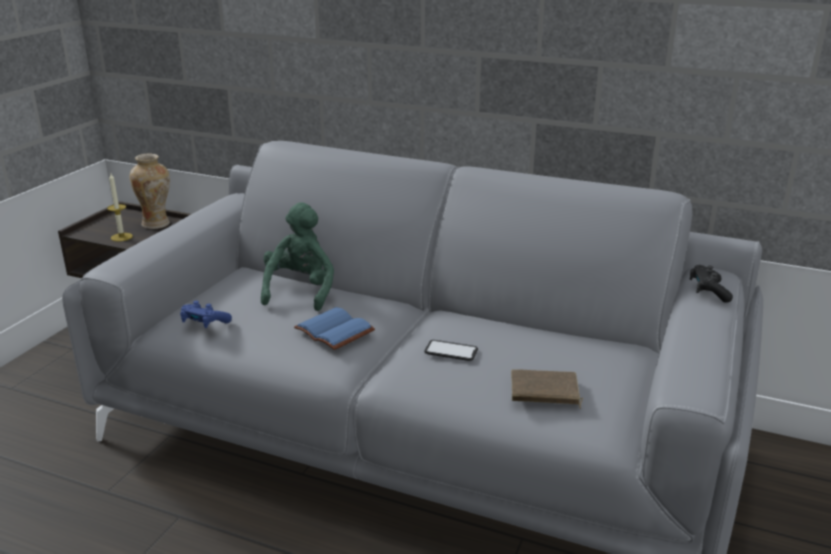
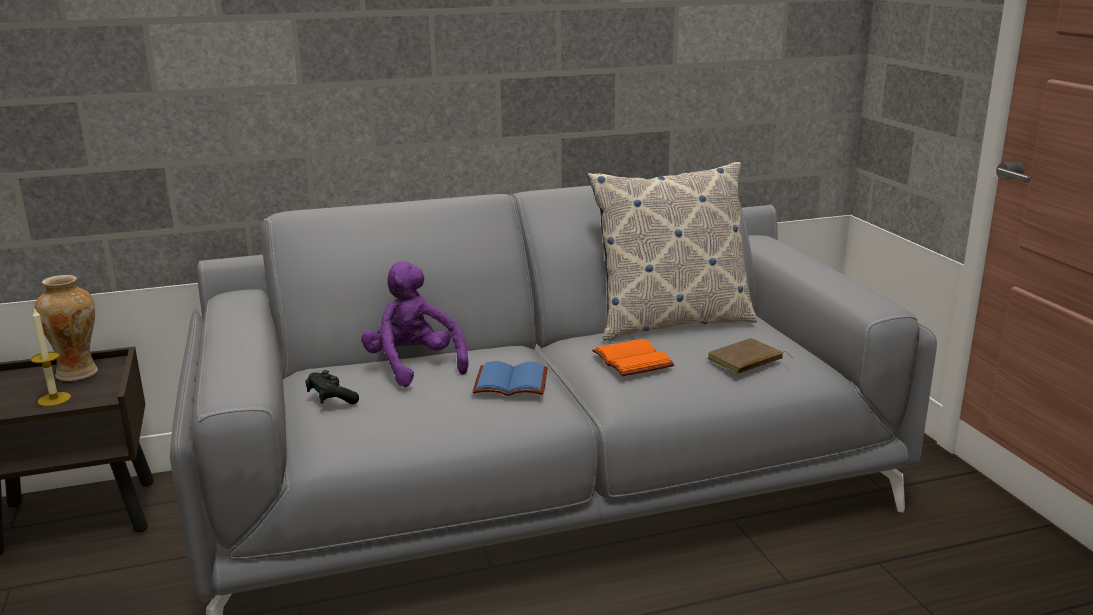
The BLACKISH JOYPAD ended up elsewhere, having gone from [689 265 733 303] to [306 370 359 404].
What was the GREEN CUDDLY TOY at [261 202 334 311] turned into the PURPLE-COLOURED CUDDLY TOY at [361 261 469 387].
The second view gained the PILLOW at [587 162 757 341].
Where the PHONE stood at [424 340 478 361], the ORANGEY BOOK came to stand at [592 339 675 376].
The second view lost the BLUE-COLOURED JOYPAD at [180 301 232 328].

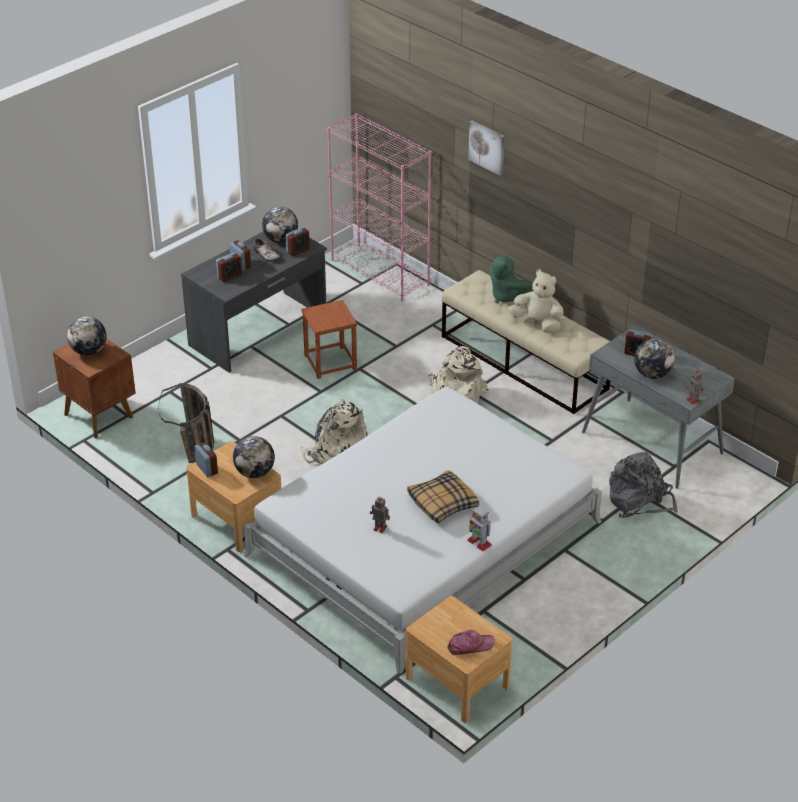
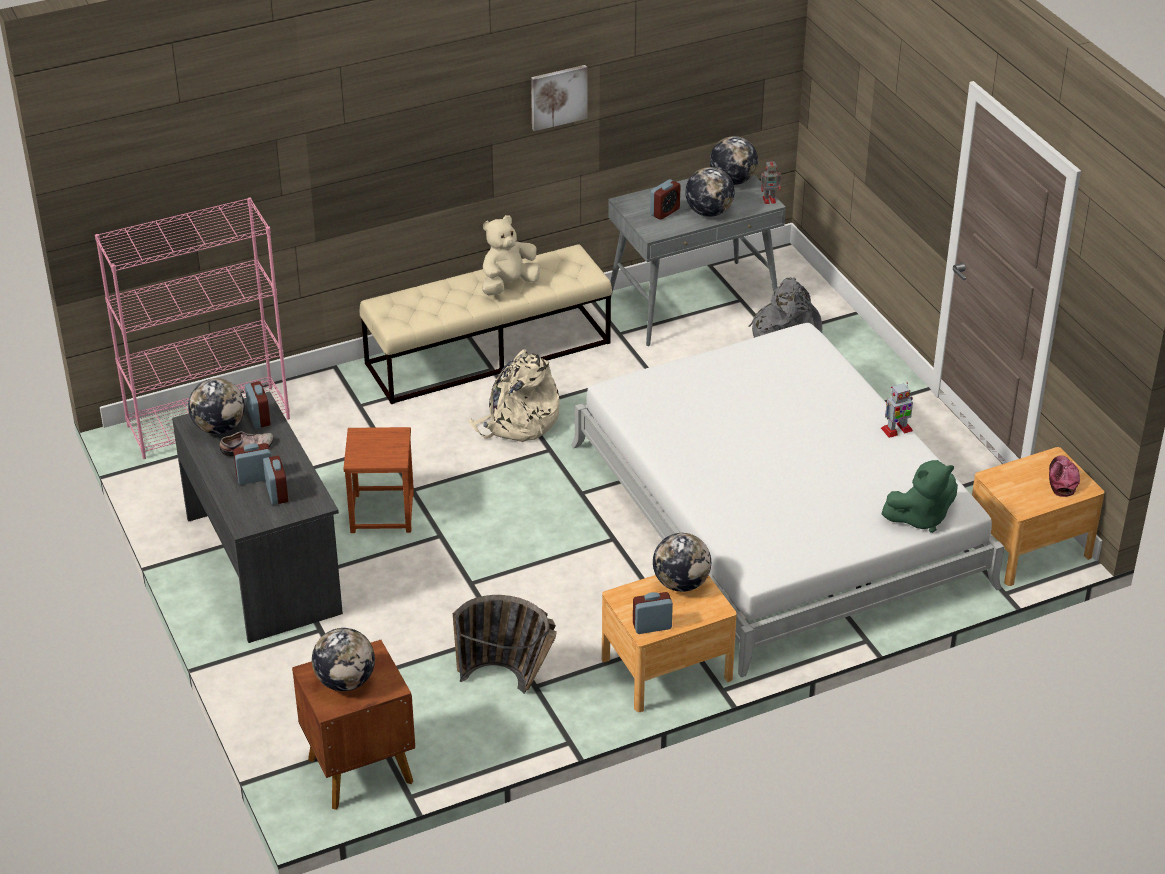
The PICTURE ended up elsewhere, having gone from [468 120 505 175] to [531 65 587 131].
The second view gained the GLOBE at [710 136 758 185].
The GREEN CUDDLY TOY ended up elsewhere, having gone from [489 254 533 303] to [882 460 958 533].
The second view lost the BEIGE KNAPSACK at [299 399 368 464].
The second view lost the ROBOT FIGURE at [370 496 390 533].
The second view lost the PILLOW at [407 470 479 523].

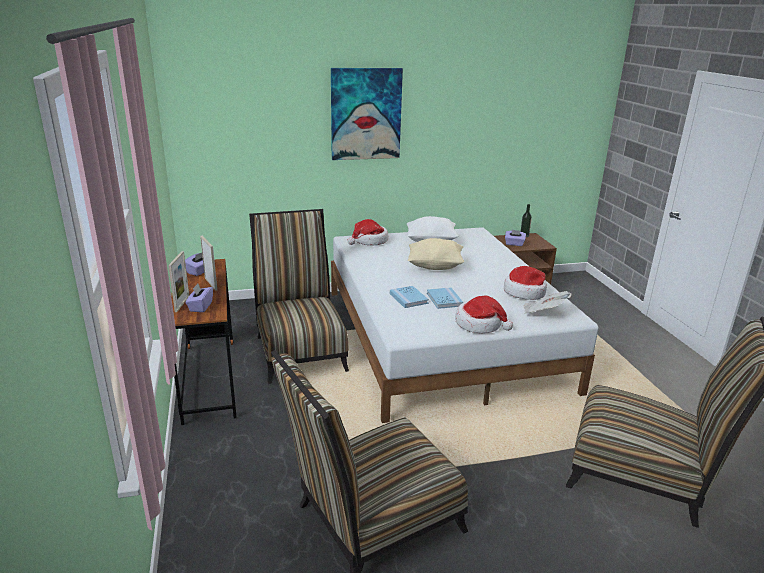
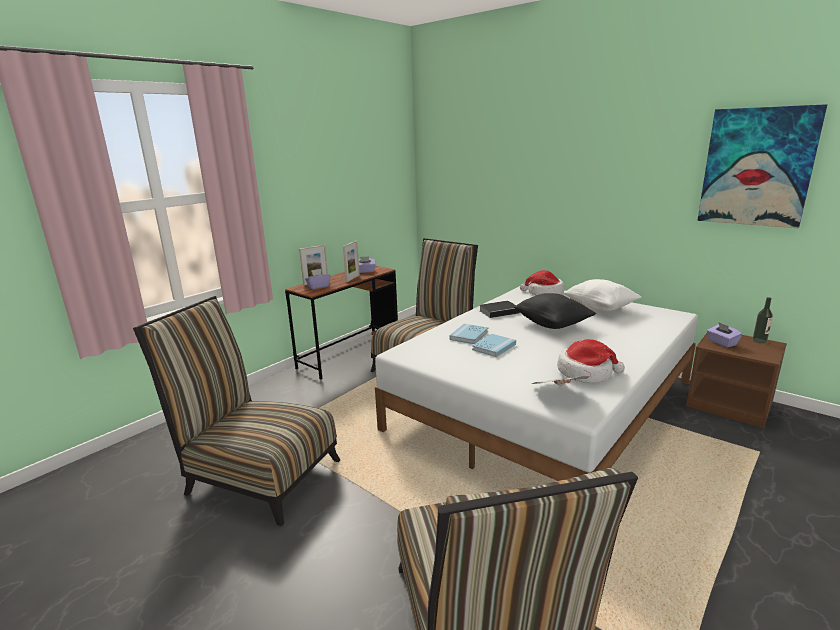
The second view gained the BOOK at [479 301 520 318].
What was the BEIGE PILLOW at [408 238 464 270] turned into the BLACKISH PILLOW at [514 293 596 329].
The PICTURE ended up elsewhere, having gone from [331 68 403 160] to [697 104 827 228].
The second view lost the WEARABLE HAT at [455 295 513 333].

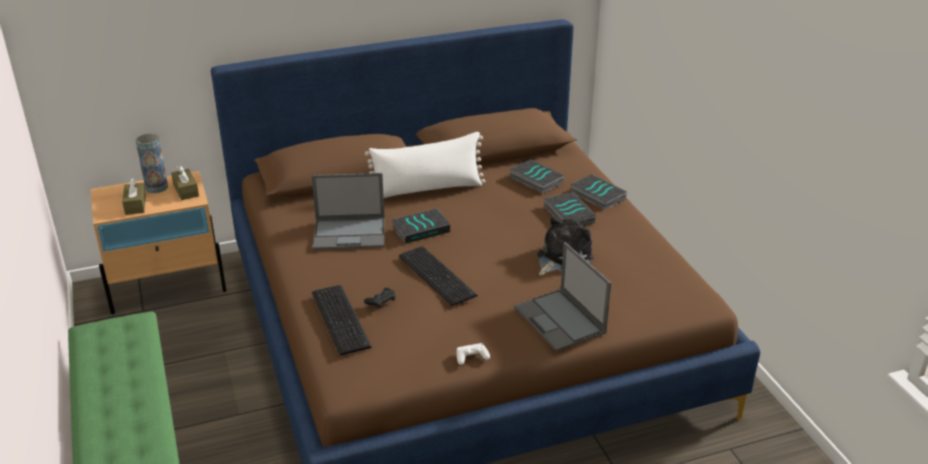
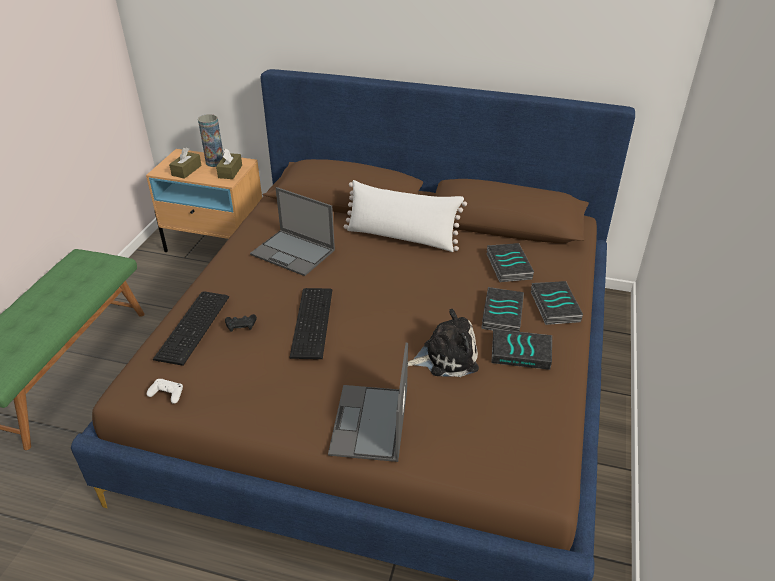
The WHITISH JOYPAD ended up elsewhere, having gone from [456 343 490 365] to [147 379 183 404].
The BOOK ended up elsewhere, having gone from [392 208 450 244] to [491 329 552 370].

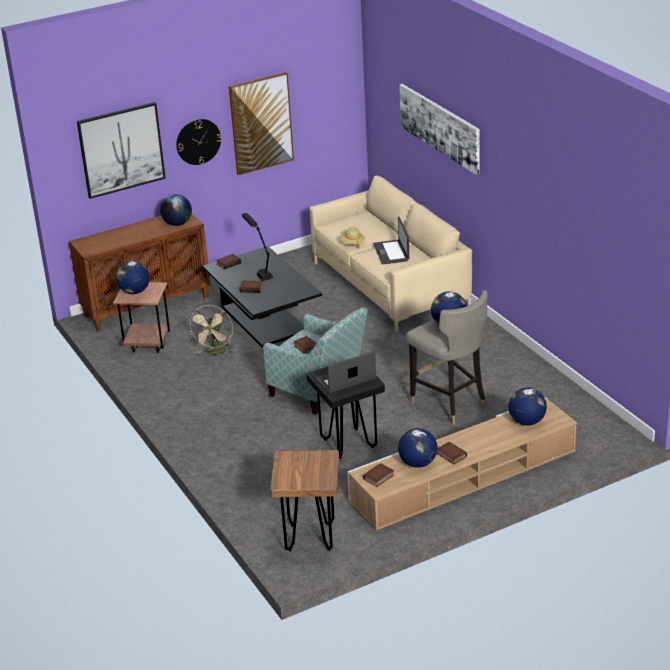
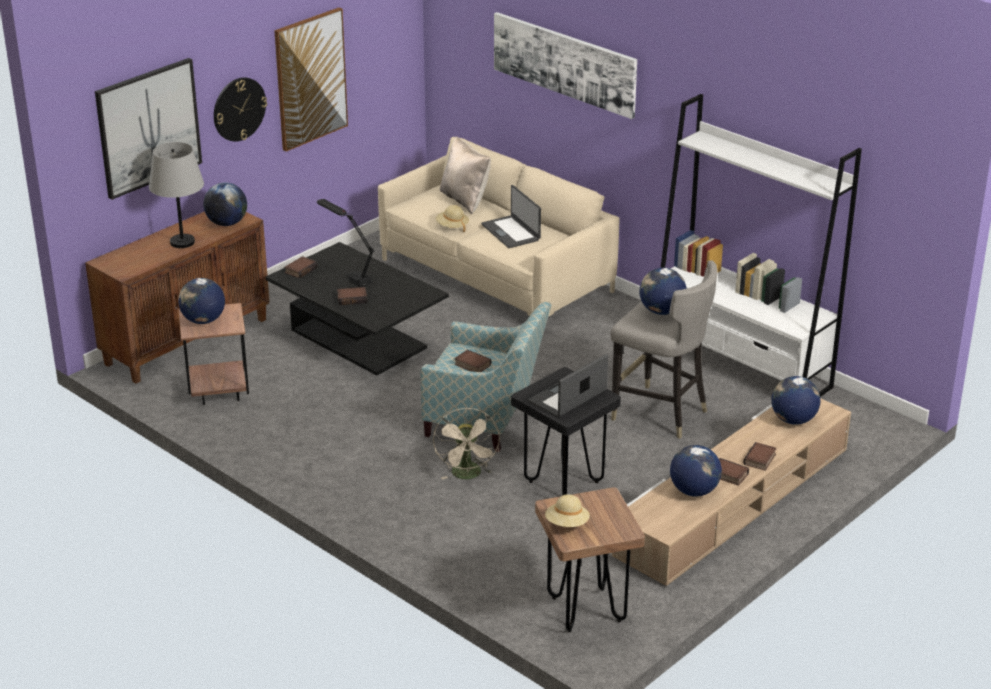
The second view gained the GREYISH TABLETOP LAMP at [149 142 204 248].
The BEIGE COOLING FAN ended up elsewhere, having gone from [189 305 233 355] to [433 408 500 480].
The second view gained the BEIGE PILLOW at [440 136 491 214].
The second view gained the BEIGE WEARABLE HAT at [545 494 590 527].
The second view gained the WHITISH BOOKCASE at [661 94 862 397].
The BOOK ended up elsewhere, having gone from [363 464 394 487] to [743 442 777 471].

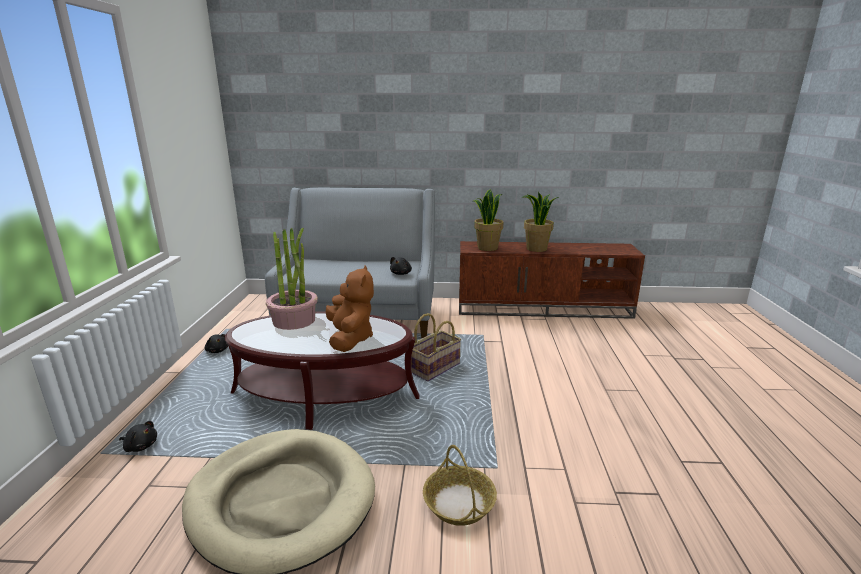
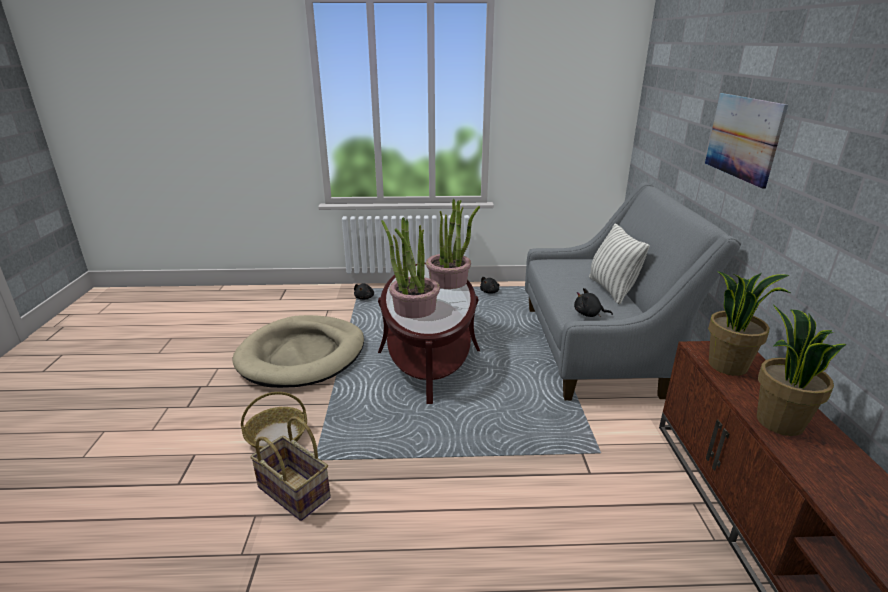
The STORAGE BASKET ended up elsewhere, having gone from [411 313 461 381] to [250 416 331 521].
Where the BROWN-COLOURED CUDDLY TOY stood at [326 266 374 352], the HOUSEPLANT came to stand at [381 217 440 318].
The second view gained the PILLOW at [589 223 650 305].
The second view gained the PICTURE at [705 93 788 189].

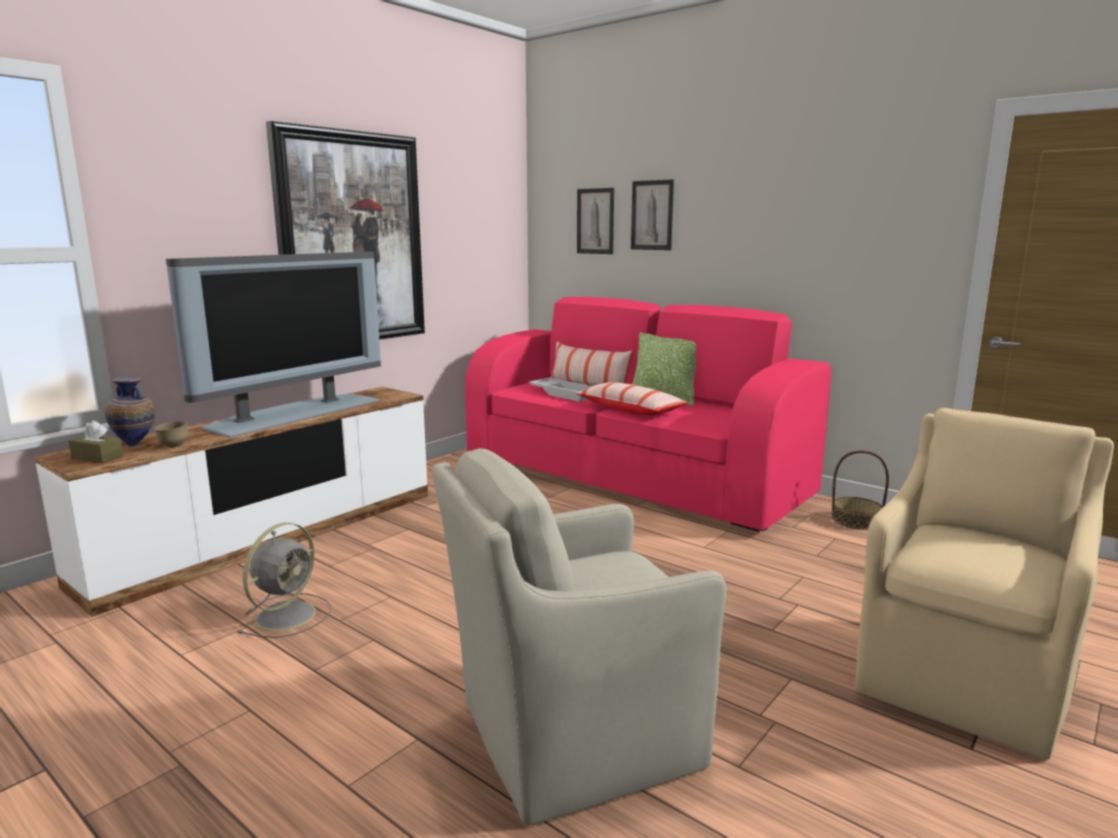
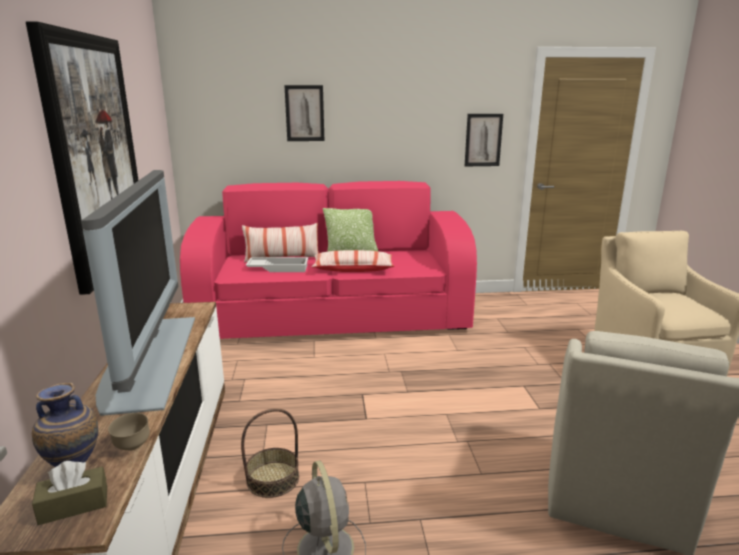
The STORAGE BASKET ended up elsewhere, having gone from [832 450 889 530] to [241 408 299 498].
The PICTURE ended up elsewhere, having gone from [577 188 614 254] to [465 114 503 166].

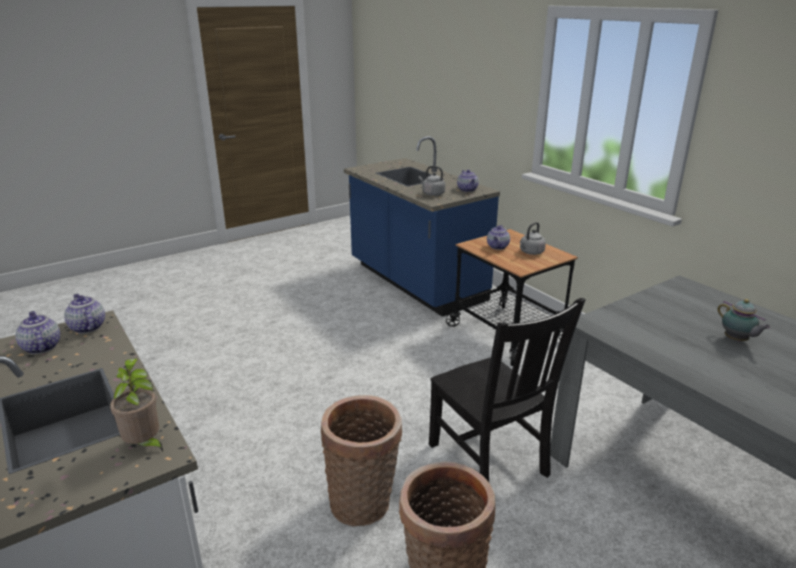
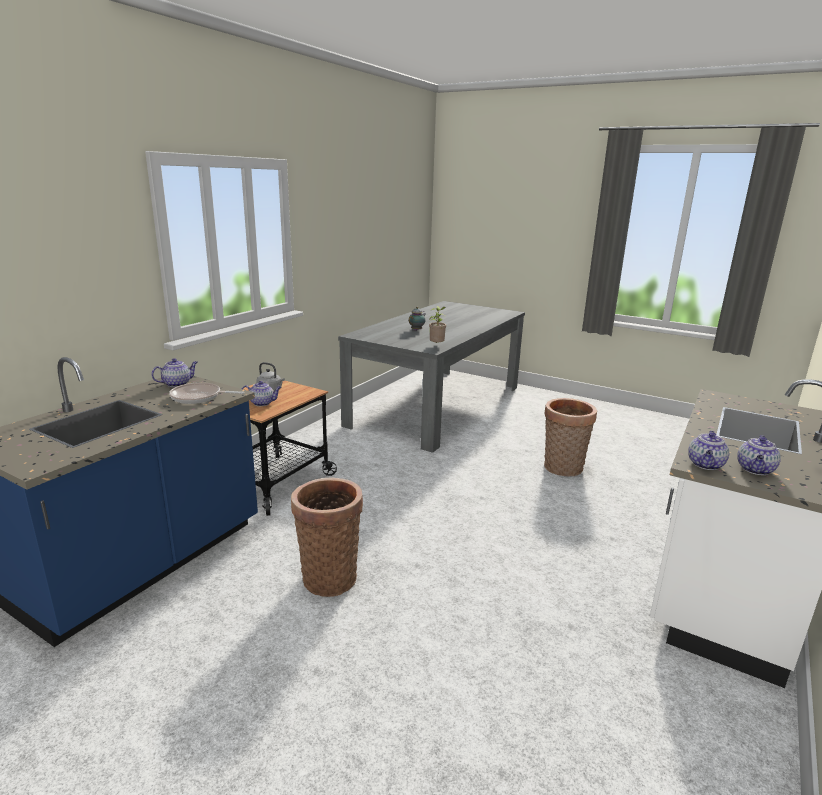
Where the GREYISH TEA KETTLE stood at [419 166 445 196], the FRYING PAN came to stand at [169 382 244 404].
The STORAGE BASKET ended up elsewhere, having gone from [321 395 402 526] to [291 477 363 597].
The HOUSEPLANT ended up elsewhere, having gone from [110 358 163 451] to [429 306 447 343].
The second view lost the BLACKISH UPRIGHT CHAIR at [429 298 586 482].

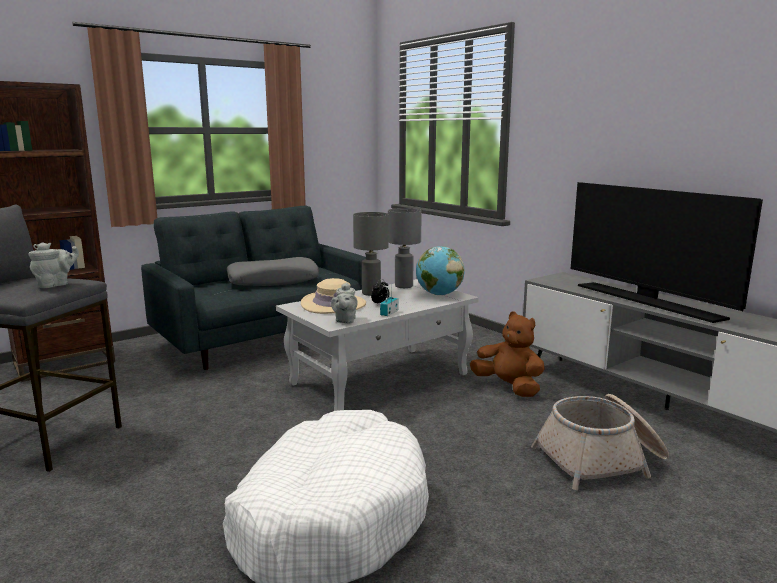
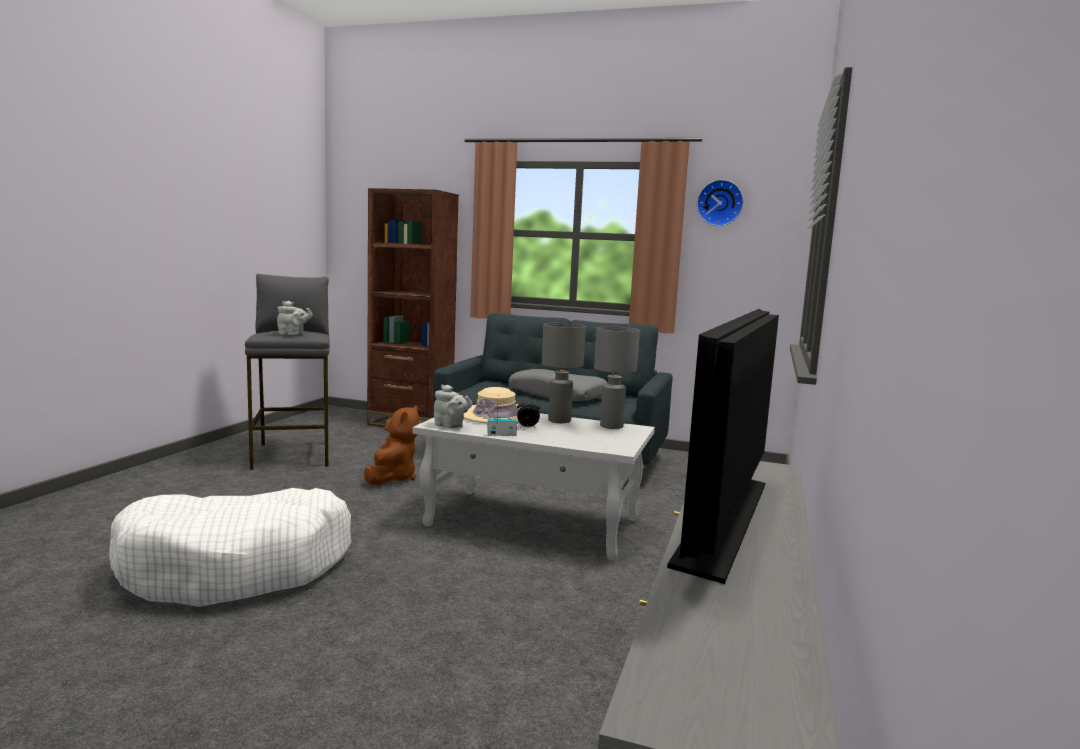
The BROWN-COLOURED CUDDLY TOY ended up elsewhere, having gone from [470 311 544 397] to [364 405 419 485].
The GREYISH POT FOR TEA at [331 282 358 324] ended up facing another way, 120 degrees counterclockwise from before.
The second view gained the CLOCK ON THE WALL at [697 180 744 226].
The second view lost the GLOBE at [416 246 465 295].
The second view lost the STORAGE BASKET at [531 394 669 490].

